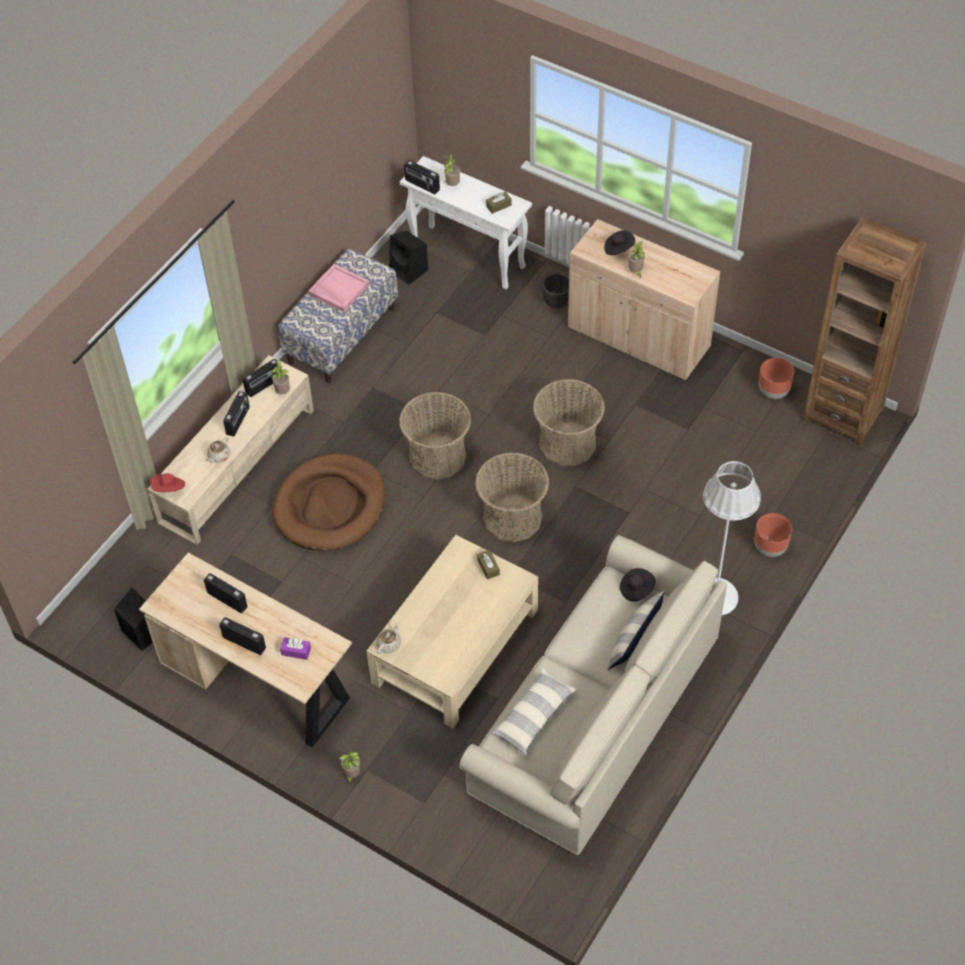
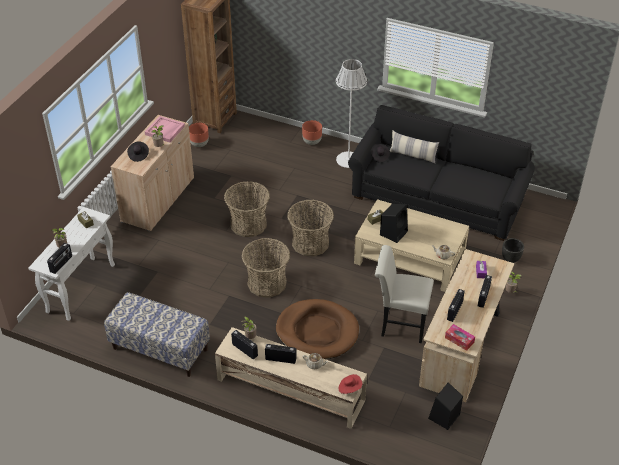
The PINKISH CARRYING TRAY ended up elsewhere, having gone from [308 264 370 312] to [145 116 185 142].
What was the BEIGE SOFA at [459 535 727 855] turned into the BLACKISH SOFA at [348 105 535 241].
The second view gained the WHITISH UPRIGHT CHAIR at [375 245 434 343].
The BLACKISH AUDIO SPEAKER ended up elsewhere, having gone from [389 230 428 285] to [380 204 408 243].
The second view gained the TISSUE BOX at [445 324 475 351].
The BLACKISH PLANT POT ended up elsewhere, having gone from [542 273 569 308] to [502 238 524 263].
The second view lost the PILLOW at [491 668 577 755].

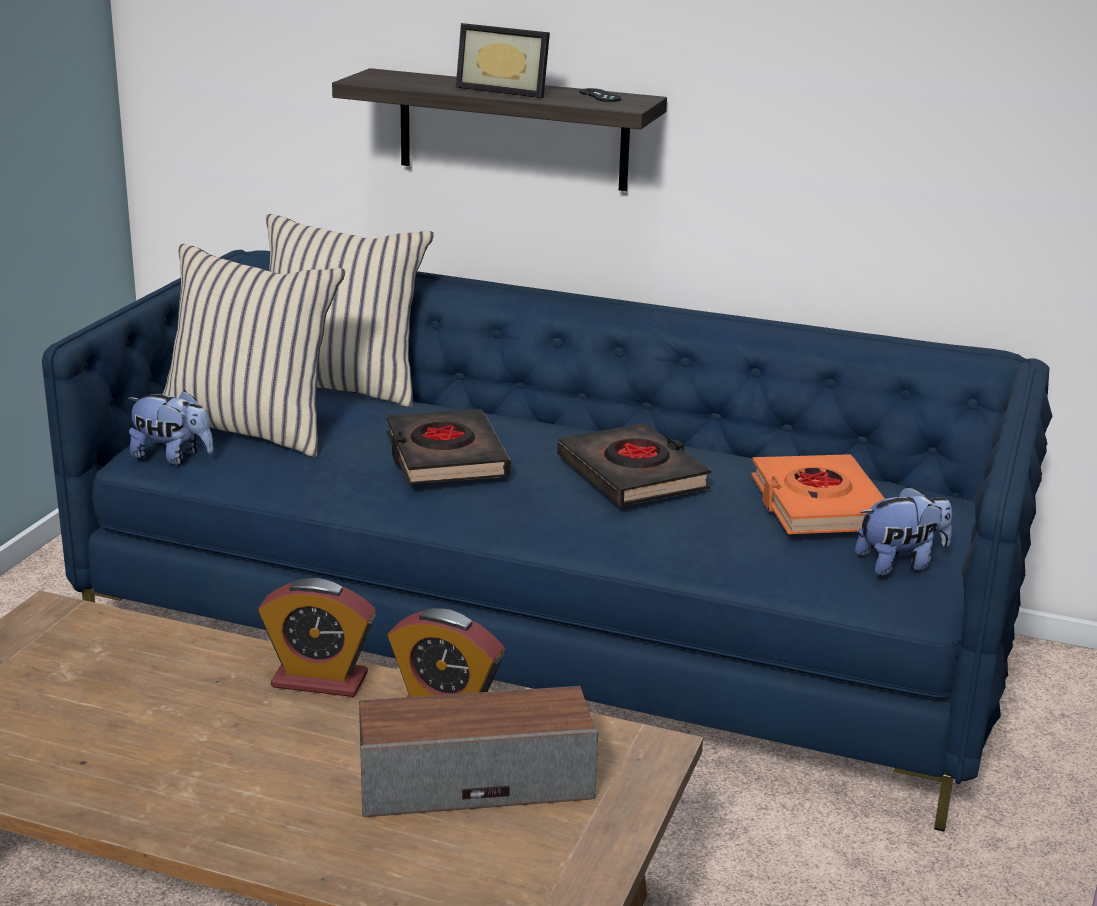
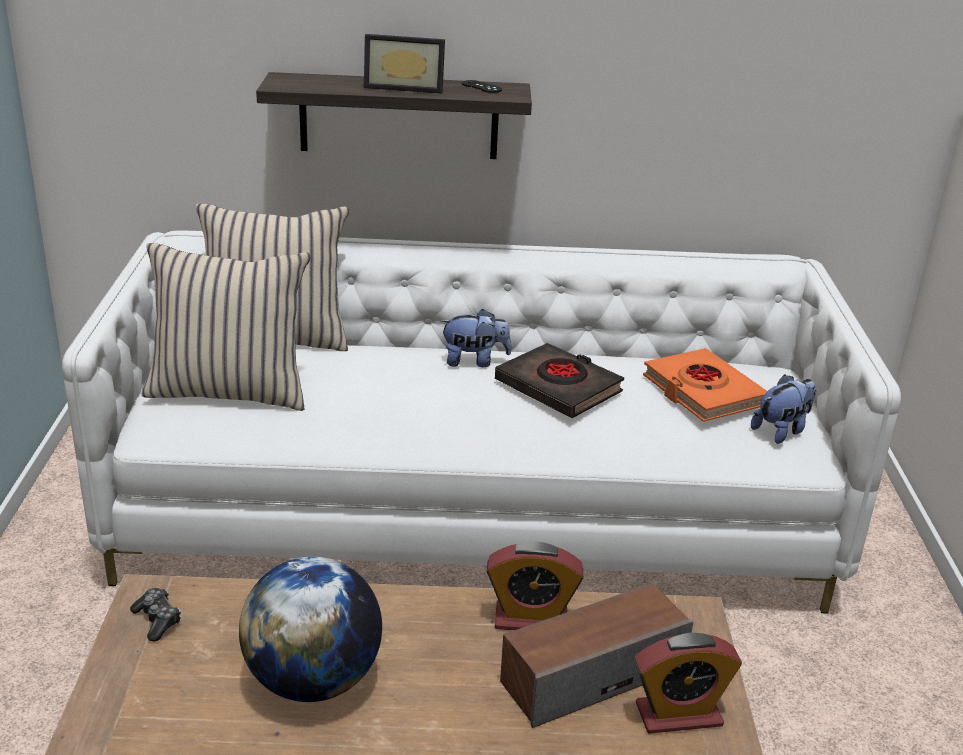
What was the BLUE-COLOURED SOFA at [42 250 1052 832] turned into the WHITISH SOFA at [62 231 901 614].
The second view gained the JOYPAD at [130 588 181 641].
The second view gained the GLOBE at [239 557 382 702].
The CUDDLY TOY ended up elsewhere, having gone from [128 390 213 465] to [440 309 511 367].
The TABLE CLOCK ended up elsewhere, having gone from [258 578 376 697] to [634 633 742 734].
The second view lost the BLACKISH BOOK at [386 409 511 484].

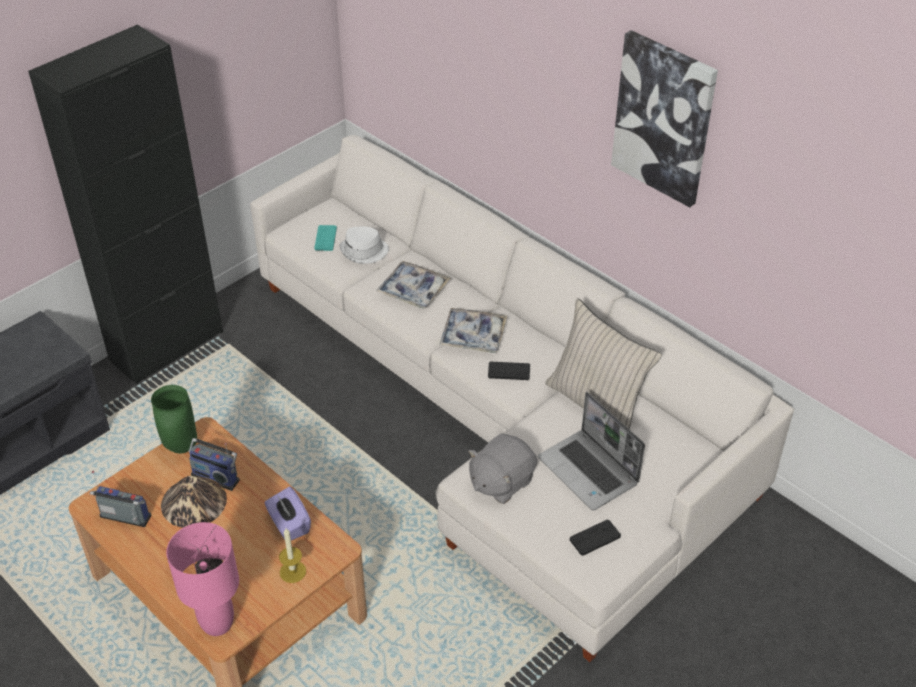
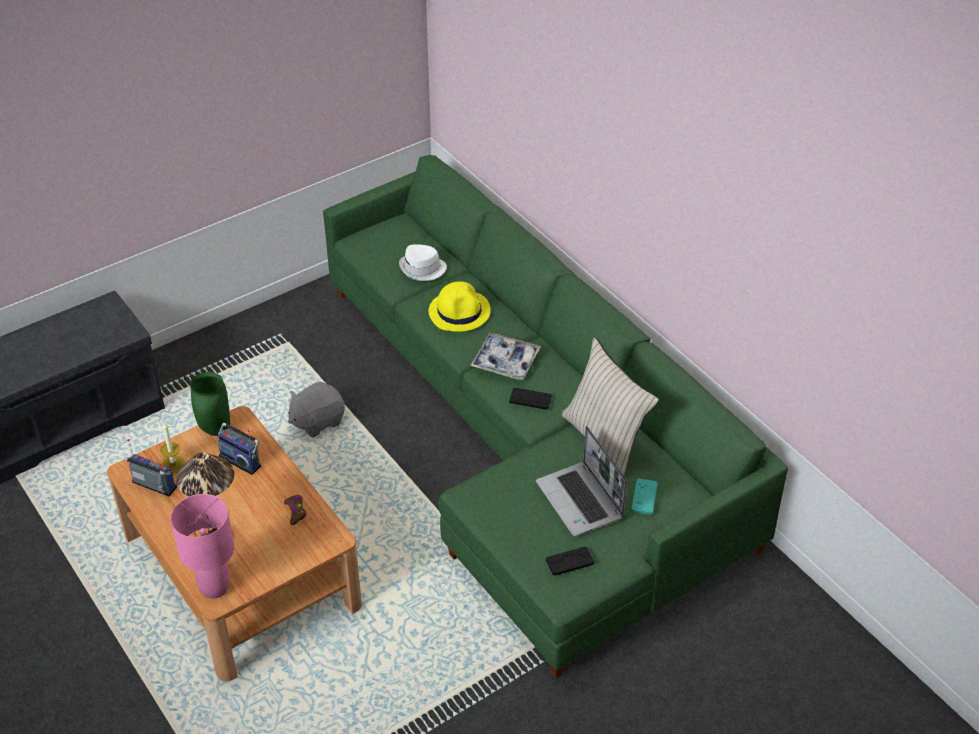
The CANDLE ended up elsewhere, having gone from [279 528 306 583] to [160 423 185 473].
Where the PURPLE-COLOURED TISSUE BOX stood at [264 487 311 540], the BROWN-COLOURED JOYPAD came to stand at [284 495 306 525].
The GREYISH CUDDLY TOY ended up elsewhere, having gone from [468 434 537 504] to [288 382 345 438].
What was the WHITISH SOFA at [250 135 794 662] turned into the GREEN SOFA at [323 155 788 678].
Where the CARRYING TRAY stood at [376 261 450 309], the YELLOW WEARABLE HAT came to stand at [429 281 491 332].
The TURQUOISE-COLOURED JOYPAD ended up elsewhere, having gone from [314 225 337 251] to [631 478 658 515].
The second view lost the BLACKISH CABINET at [28 25 223 385].
The second view lost the PICTURE at [611 30 718 207].

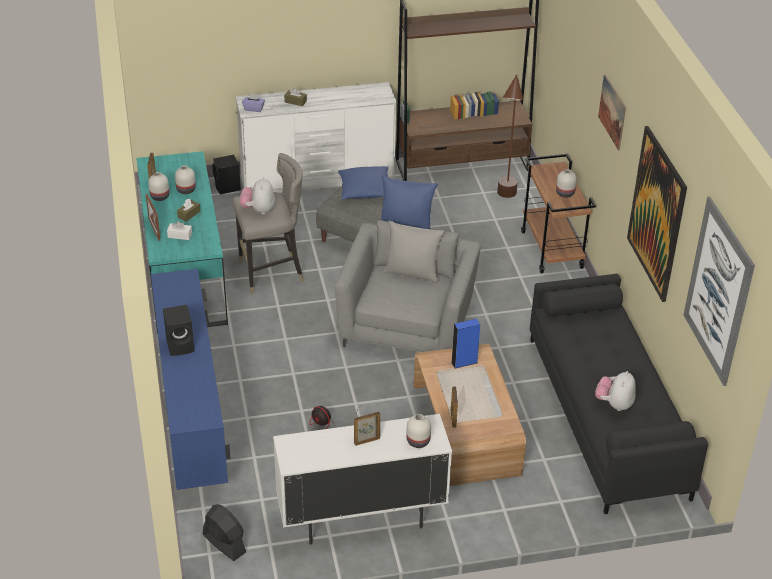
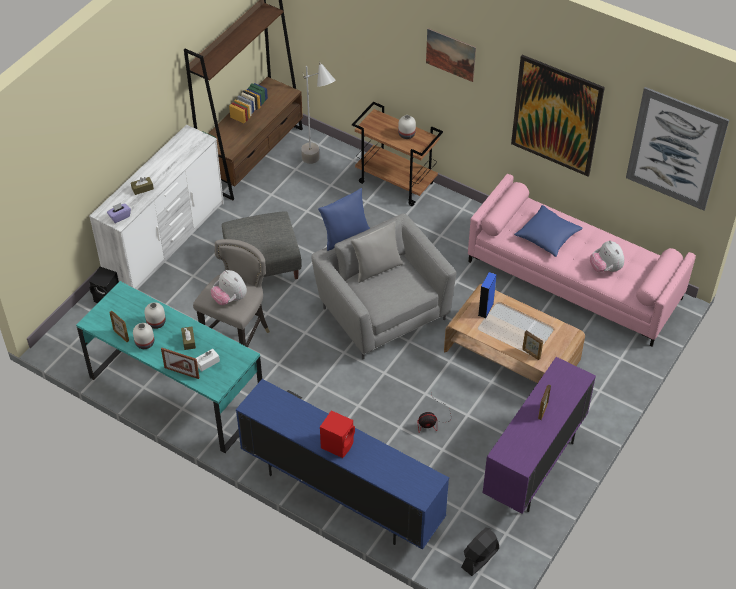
What was the BROWN-COLOURED FLOOR LAMP at [497 75 523 198] turned into the GREYISH FLOOR LAMP at [301 62 335 164].
What was the BLACKISH AUDIO SPEAKER at [163 305 195 356] turned into the REDDISH AUDIO SPEAKER at [320 410 355 458].
The BLACKISH COOLING FAN at [203 504 246 561] ended up facing another way, 45 degrees counterclockwise from before.
What was the BLACKISH SOFA at [530 274 708 514] turned into the PINKISH SOFA at [468 174 696 347].
What was the WHITISH CABINET at [273 414 452 545] turned into the PURPLE-COLOURED CABINET at [482 357 596 514].
The BLUE-COLOURED PILLOW ended up elsewhere, having gone from [338 166 388 200] to [514 205 583 257].
The second view lost the WHITISH DECORATIVE VASE at [406 414 431 448].

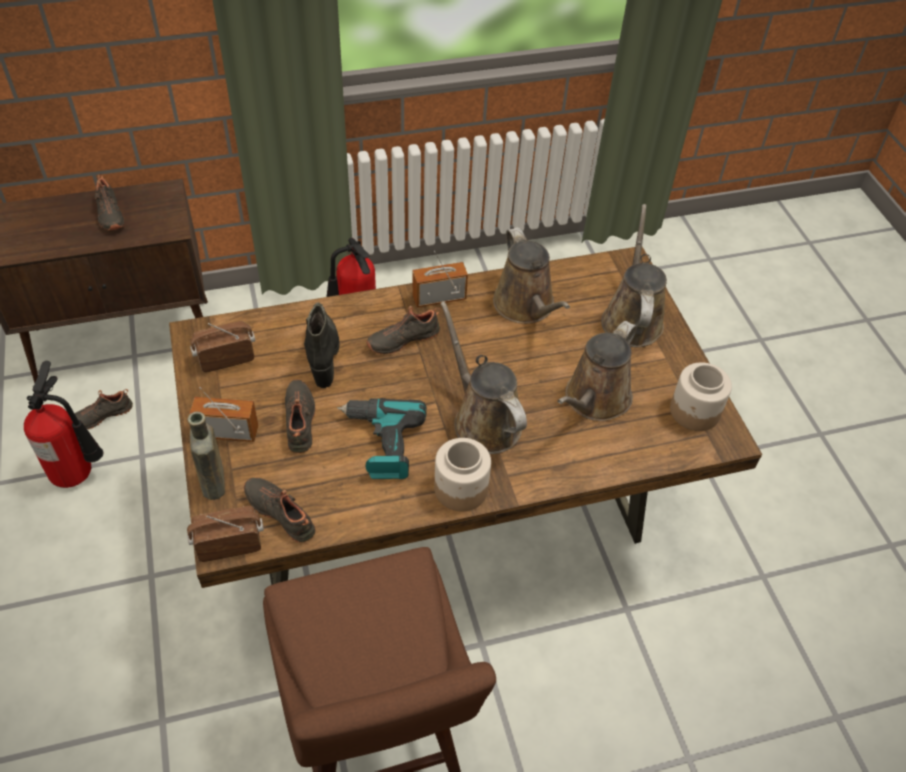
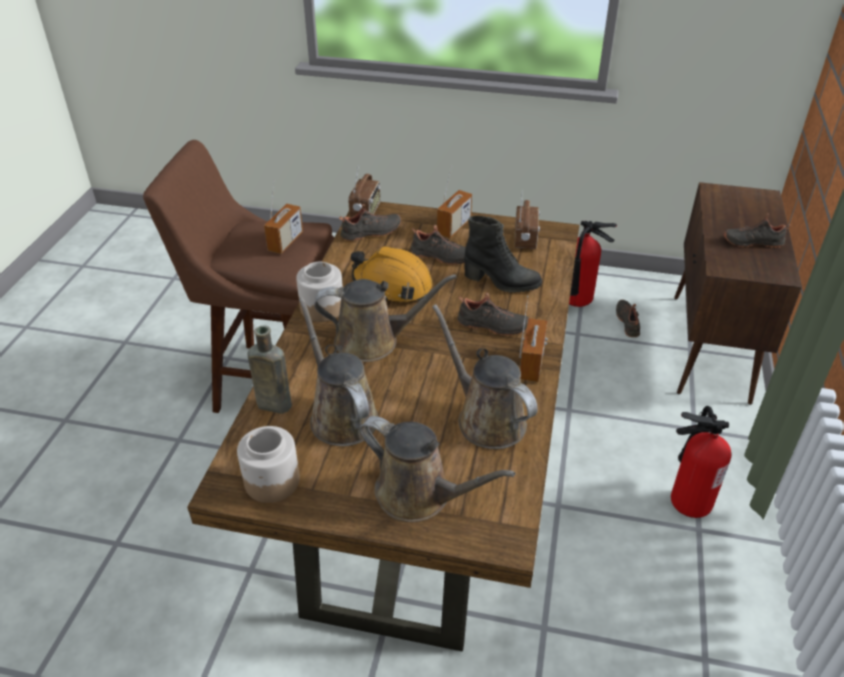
The BROWN-COLOURED BOTTLE ended up elsewhere, having gone from [187 412 225 500] to [247 325 292 414].
The second view gained the RADIO RECEIVER at [264 180 303 254].
Where the POWER DRILL stood at [337 398 426 479], the ORANGEY HARD HAT came to stand at [351 246 433 302].
The BROWN-COLOURED SPRINKLING CAN at [493 227 570 324] ended up facing another way, 45 degrees clockwise from before.
The BLACKISH ITEM OF FOOTWEAR at [366 305 440 355] ended up facing another way, 105 degrees clockwise from before.

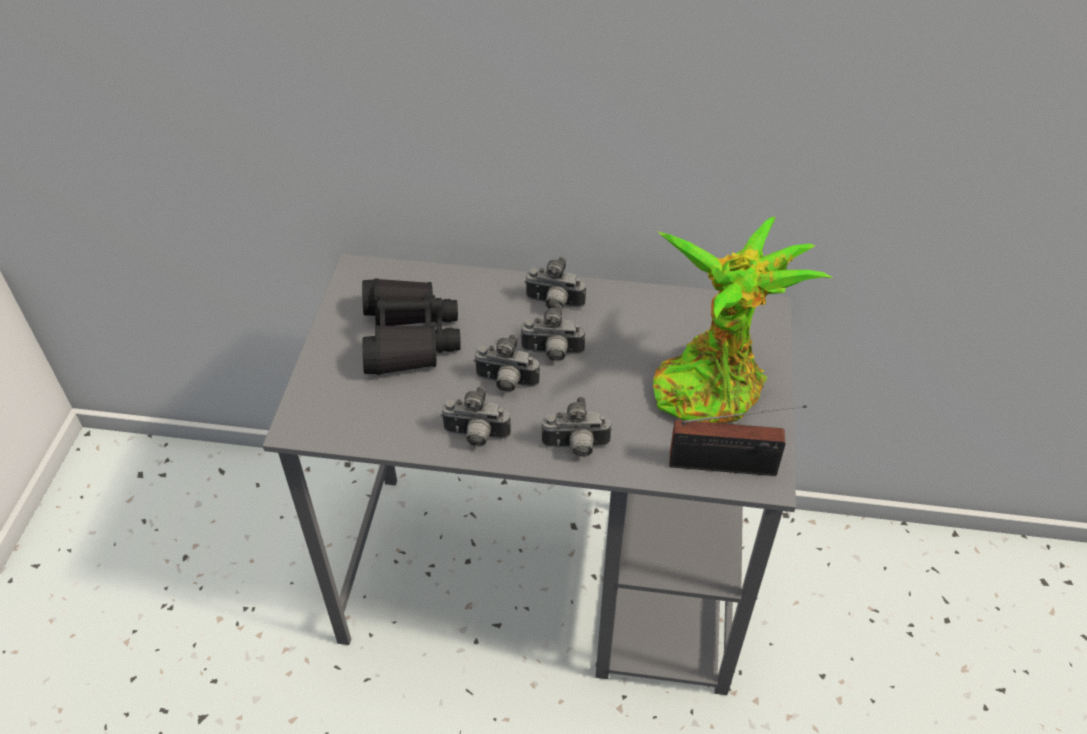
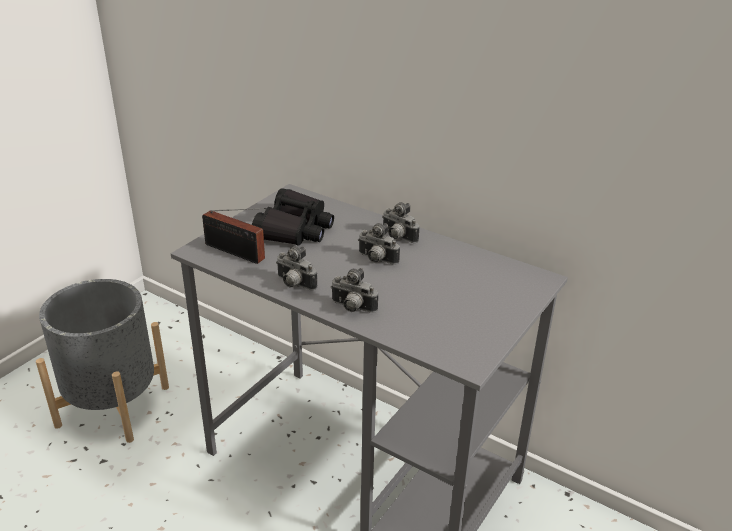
The second view gained the GREYISH PLANT POT at [36 279 169 443].
The RADIO RECEIVER ended up elsewhere, having gone from [669 405 807 476] to [202 208 267 264].
The second view lost the STILL CAMERA at [473 334 540 392].
The second view lost the HOUSEPLANT at [653 217 833 423].

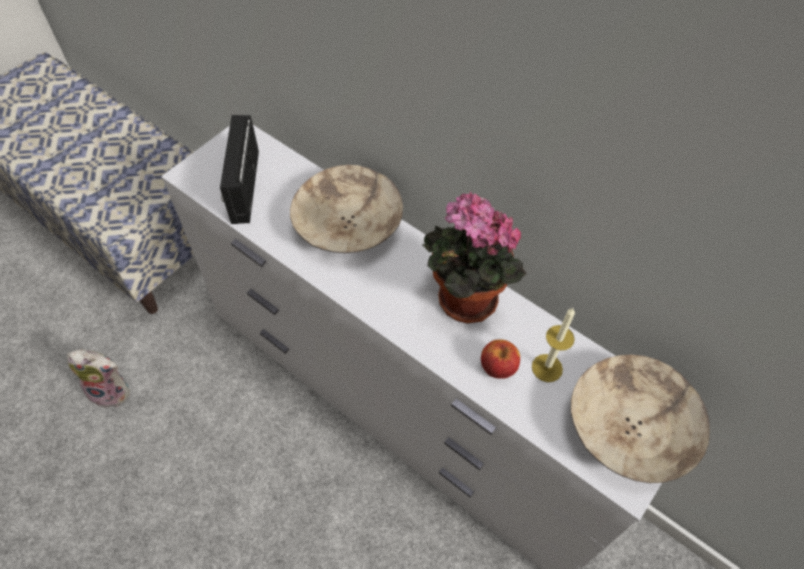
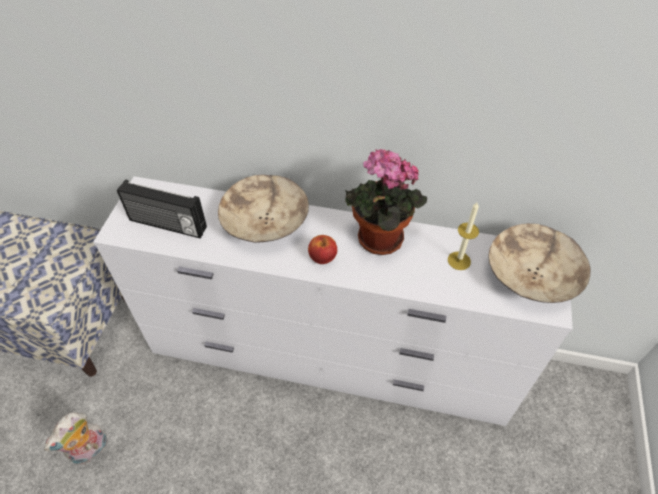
The CUDDLY TOY at [67 350 130 408] ended up facing another way, 150 degrees clockwise from before.
The RADIO RECEIVER at [220 115 259 224] ended up facing another way, 45 degrees counterclockwise from before.
The APPLE FRUIT ended up elsewhere, having gone from [481 339 520 379] to [308 235 337 264].

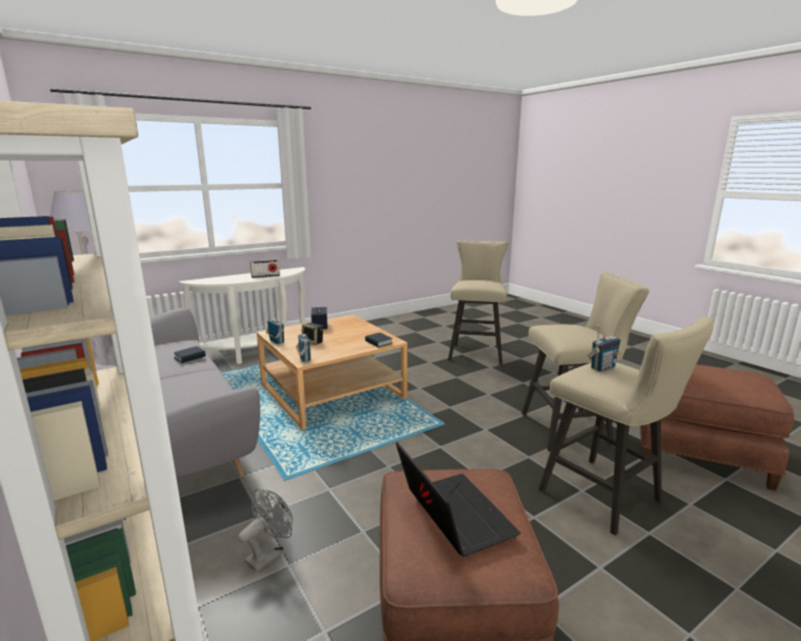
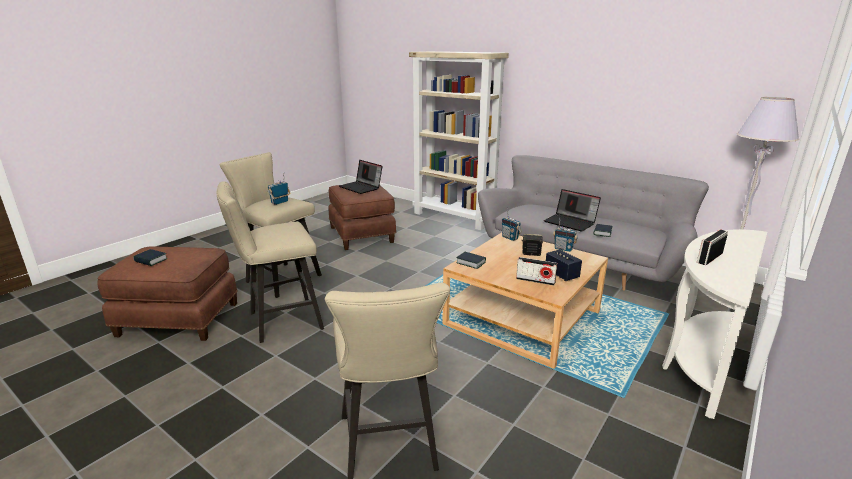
The second view gained the BOOK at [133 249 168 266].
The second view gained the RADIO RECEIVER at [516 257 558 285].
The second view gained the PORTABLE COMPUTER at [544 189 601 232].
The second view lost the GREYISH COOLING FAN at [238 489 293 572].

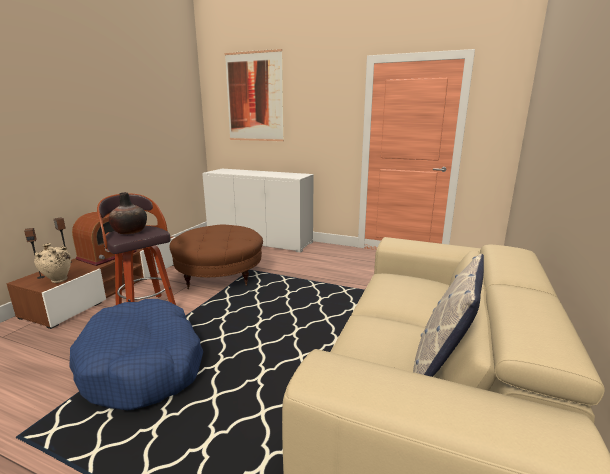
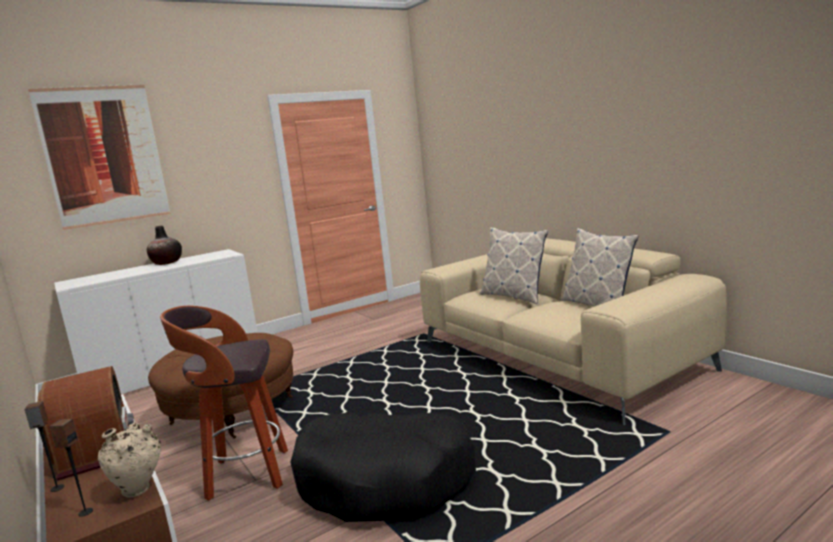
The DECORATIVE VASE ended up elsewhere, having gone from [109 192 147 234] to [147 226 182 265].
What was the BLUE-COLOURED DOG BED at [69 299 203 410] turned into the BLACKISH DOG BED at [290 412 476 522].
The second view gained the PILLOW at [480 227 548 304].

